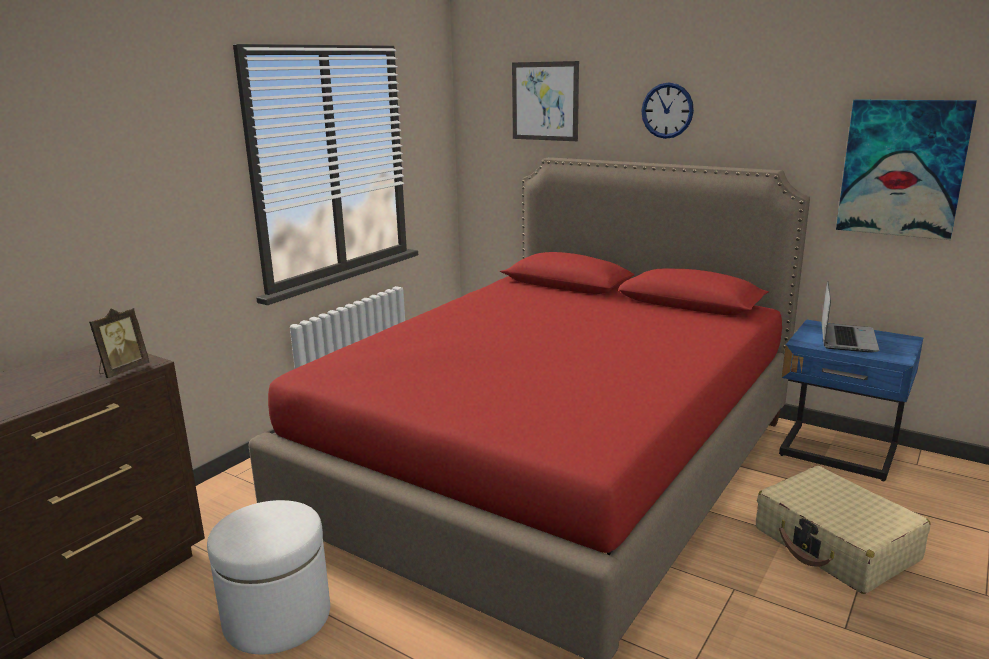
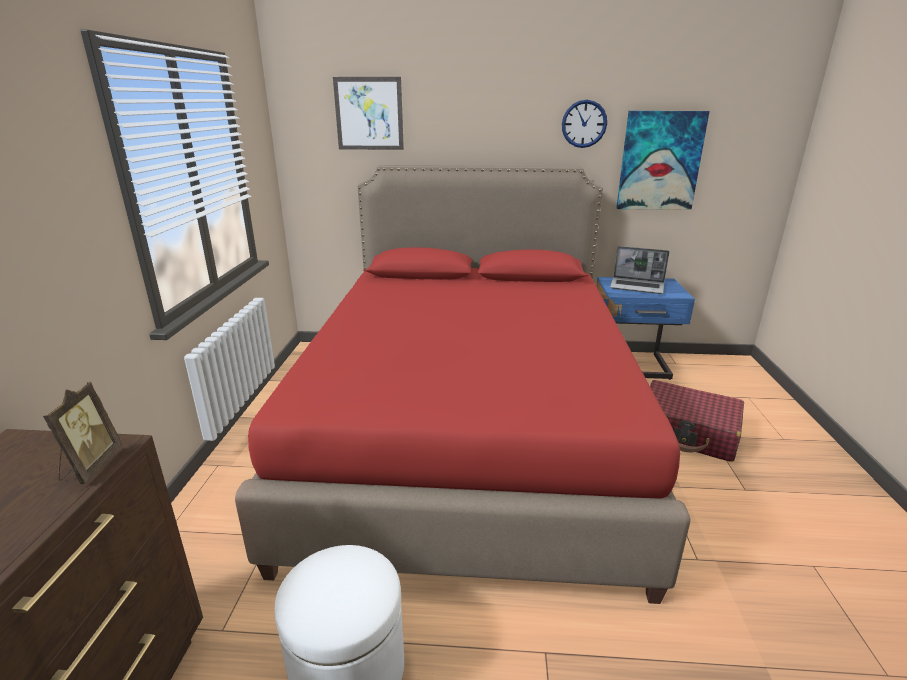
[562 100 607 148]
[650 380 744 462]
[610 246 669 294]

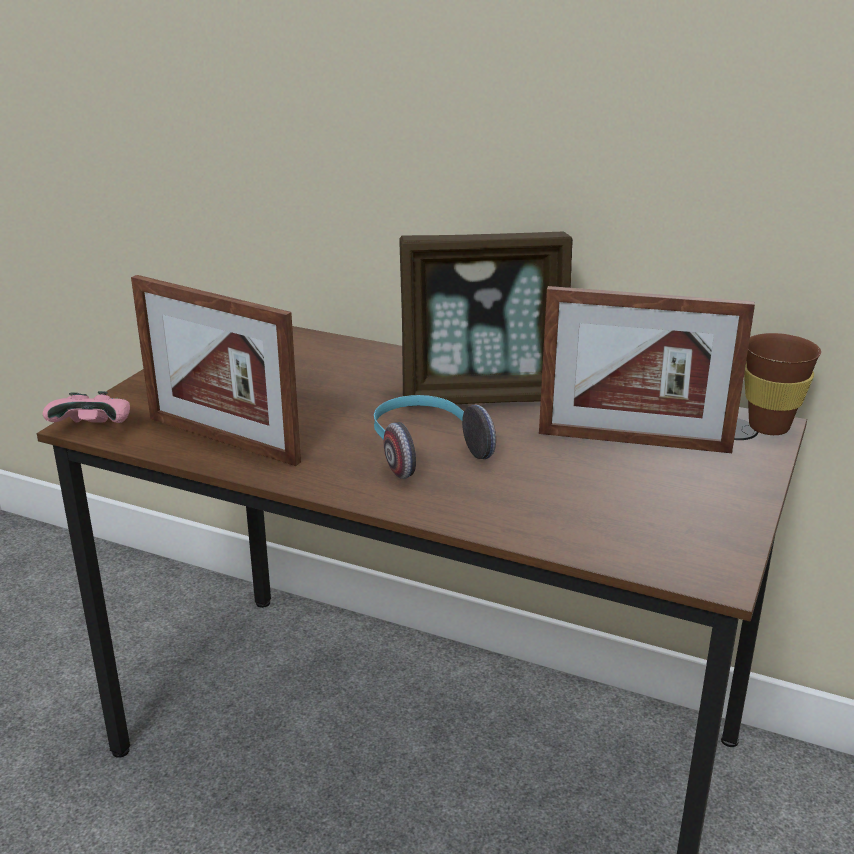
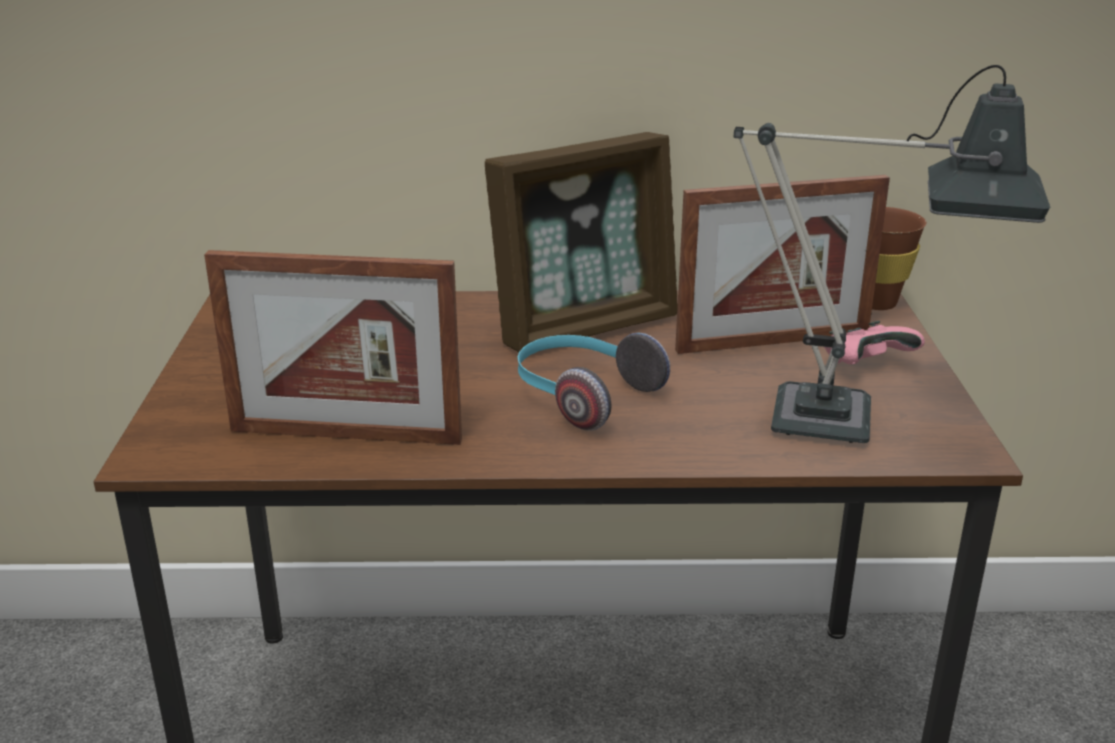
[734 65 1050 443]
[824 321 925 364]

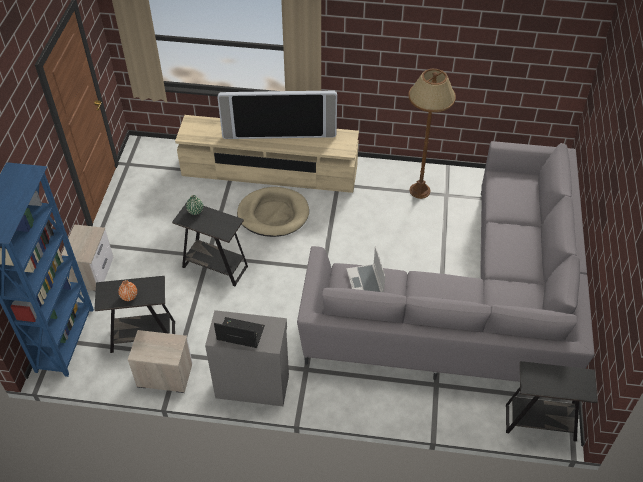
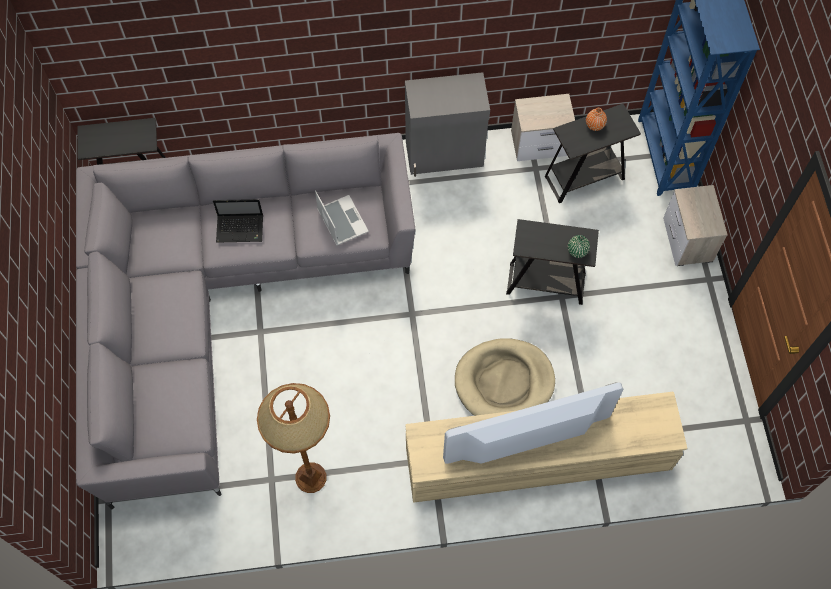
[213 199 263 243]

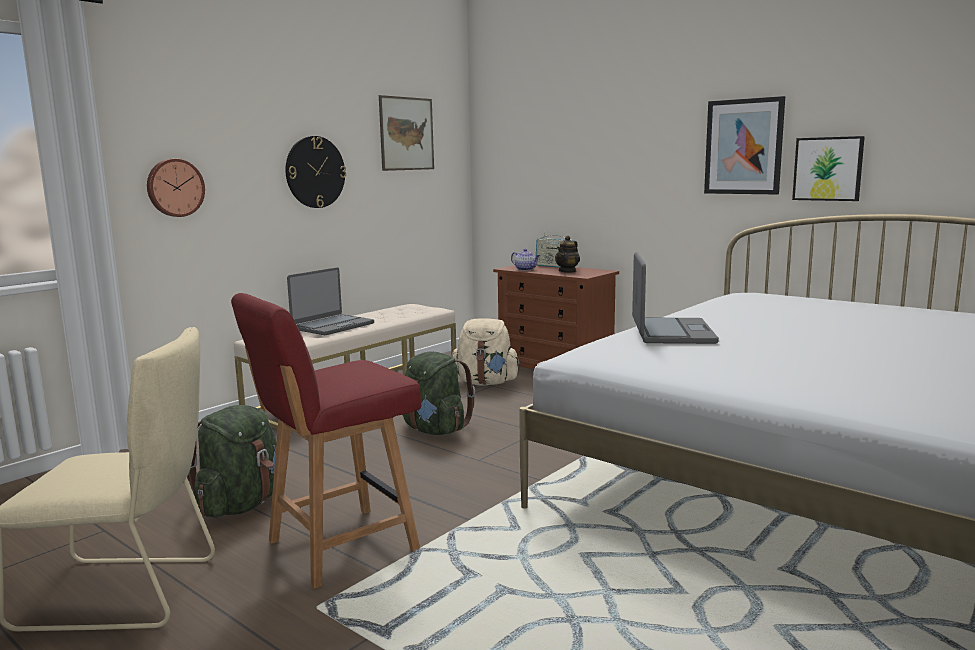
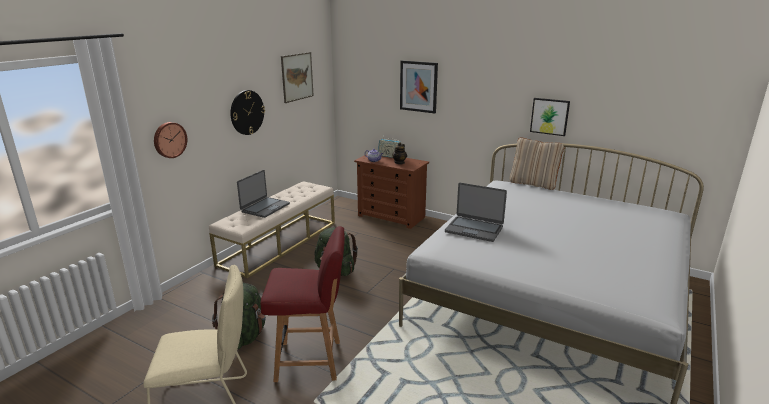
[452 318 521 386] (first image)
[510 137 564 190]
[400 60 438 113]
[261 226 345 382]
[445 183 507 242]

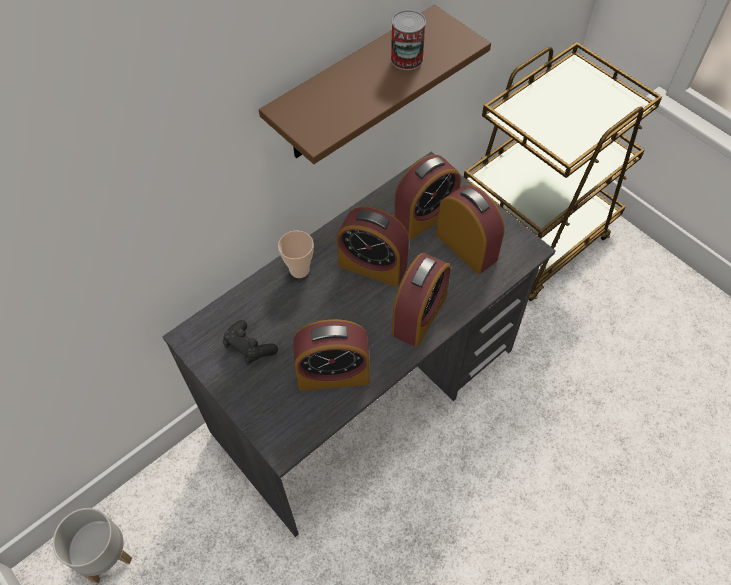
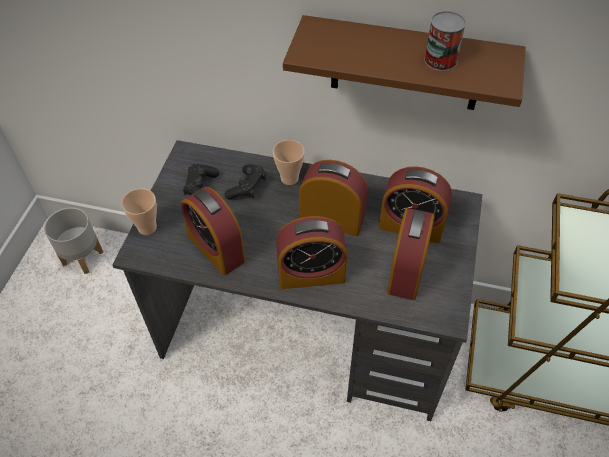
[121 189 157 235]
[225 165 266 200]
[299 160 367 236]

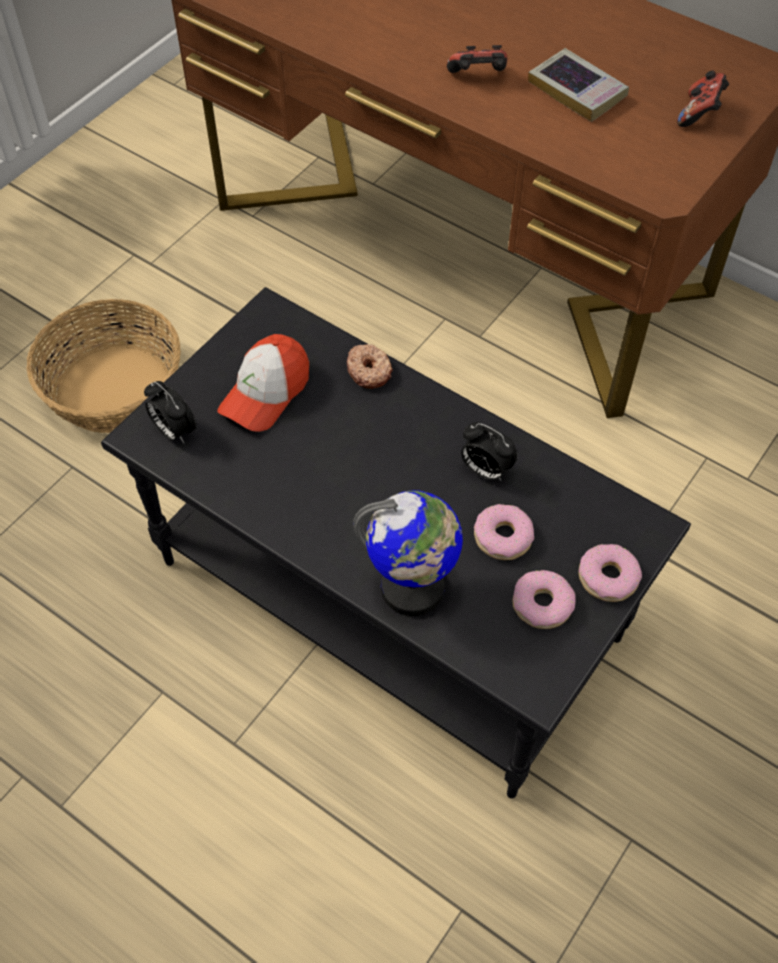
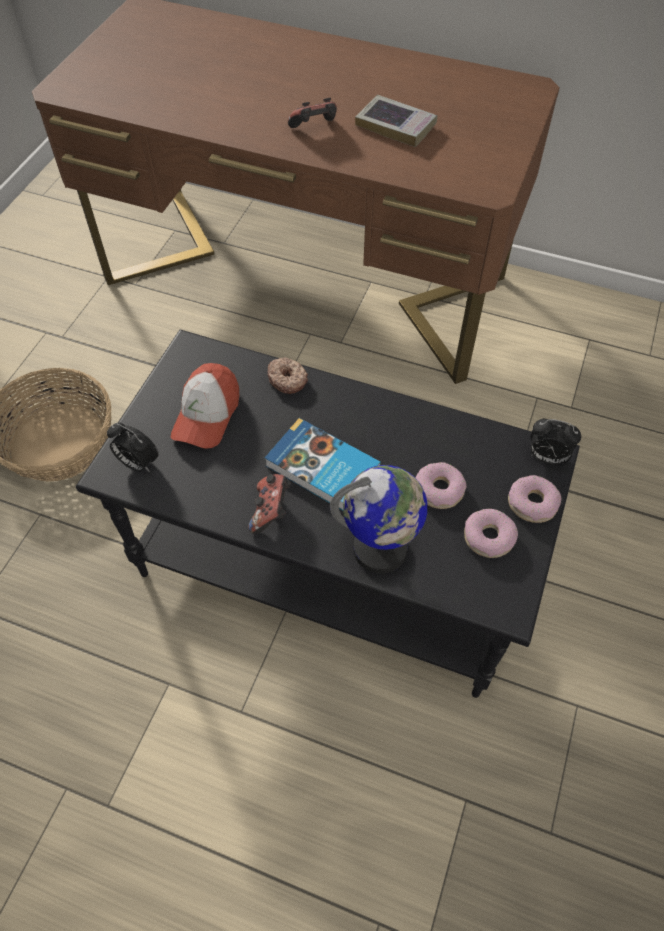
[265 418 381 510]
[531 419 581 465]
[248 474 291 533]

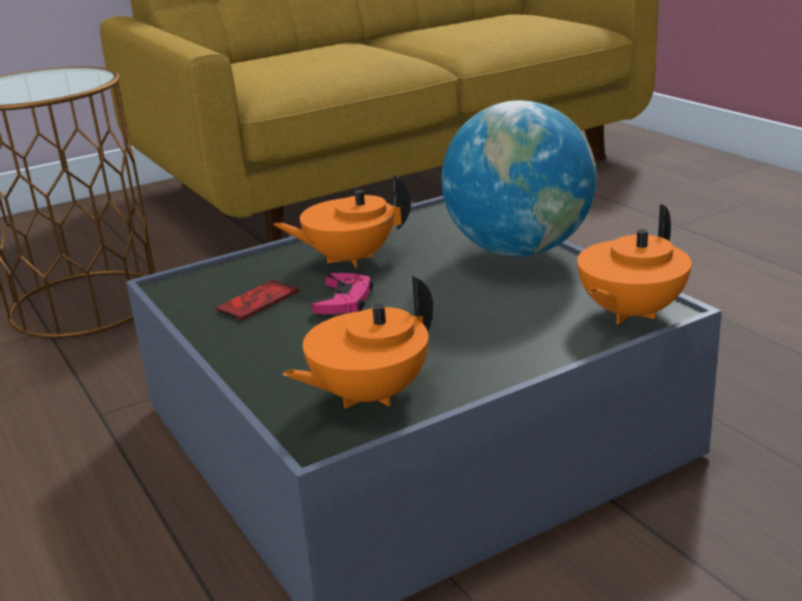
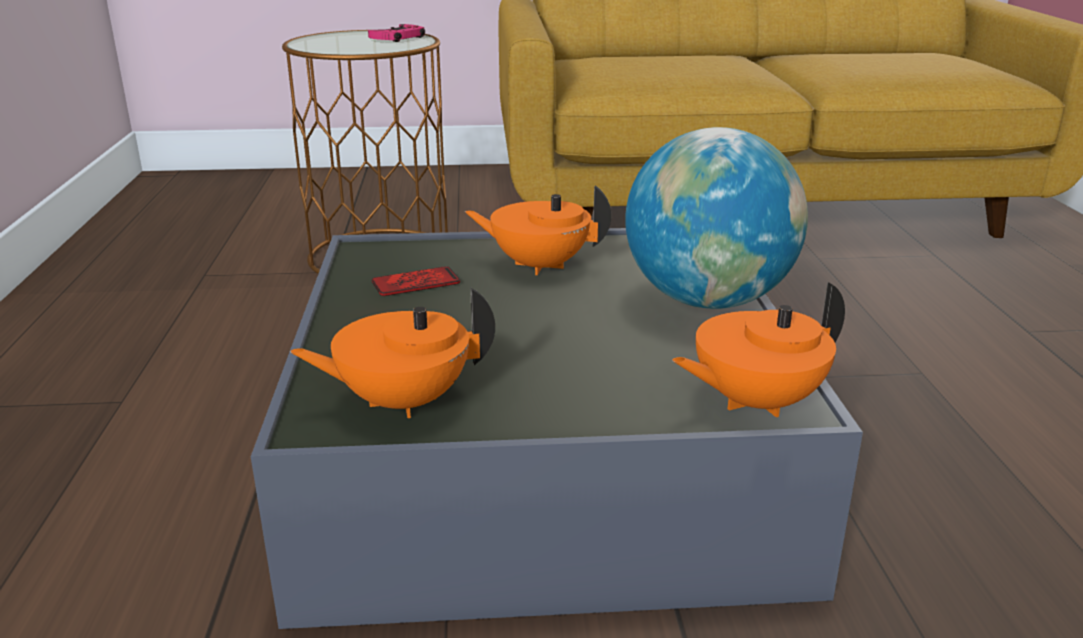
[368 24 425 42]

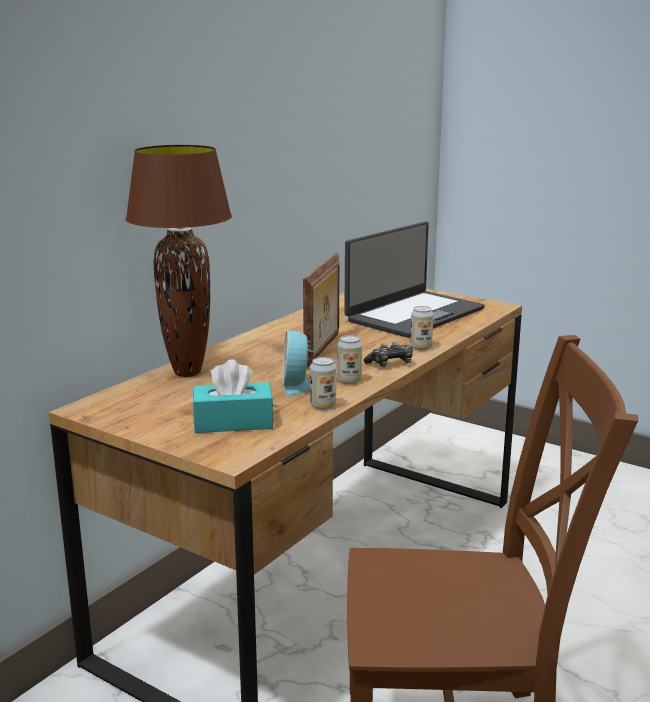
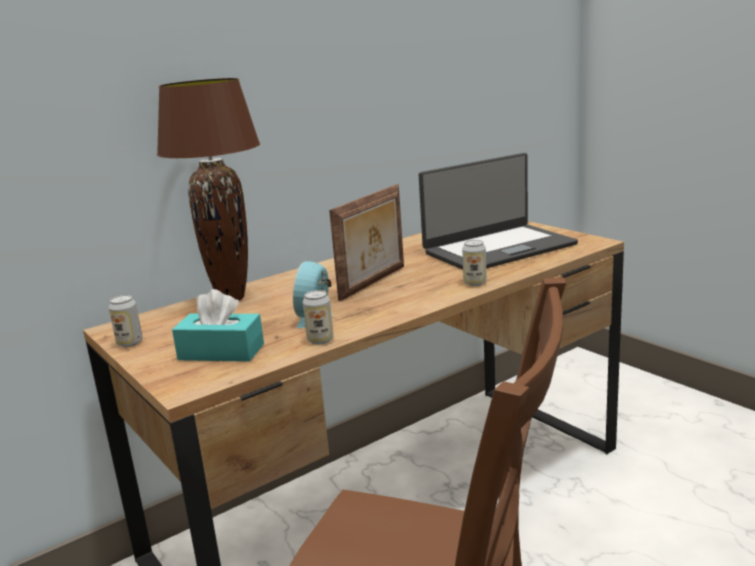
[363 342 413 367] (first image)
[109 295 143 347]

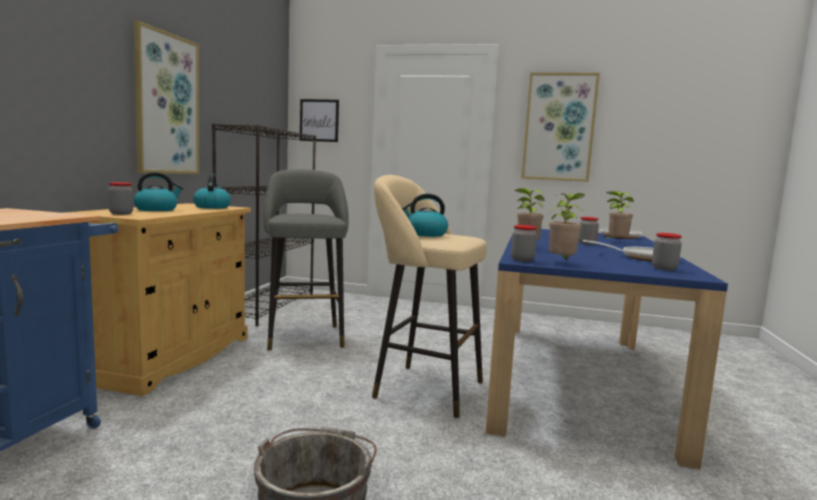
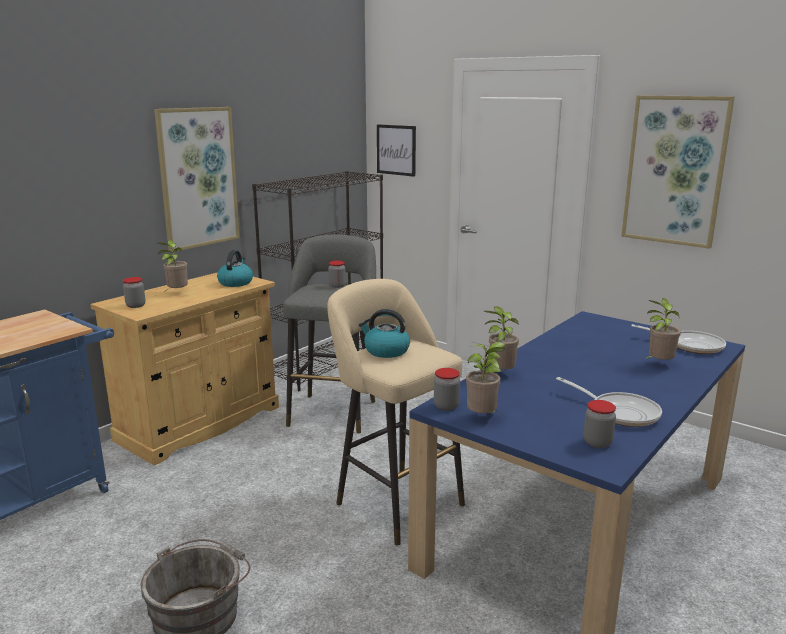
[328 261 346 288]
[157 240 188 290]

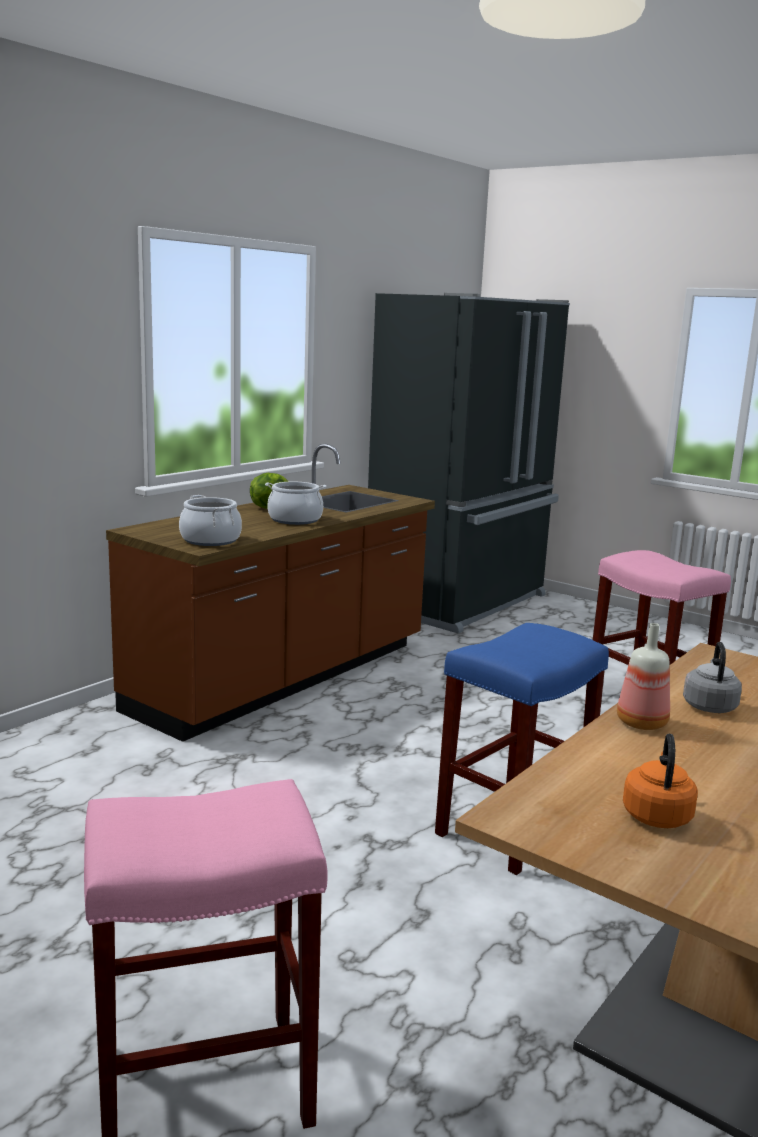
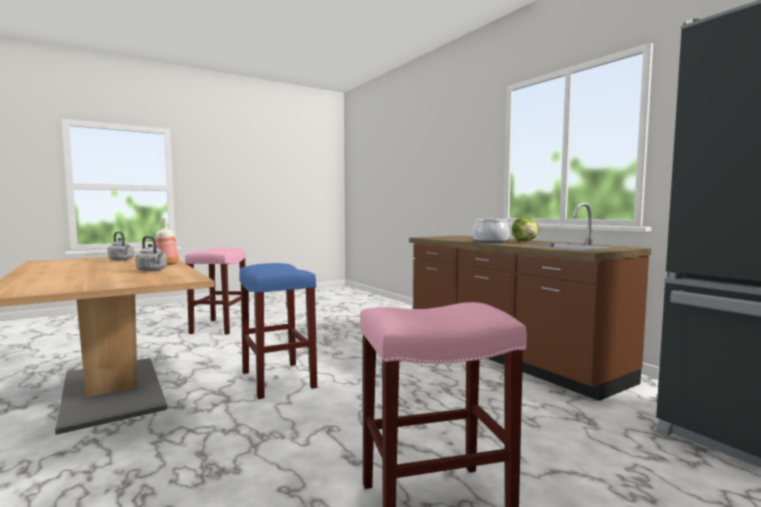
[179 495 242 546] (first image)
[107 231 134 261]

